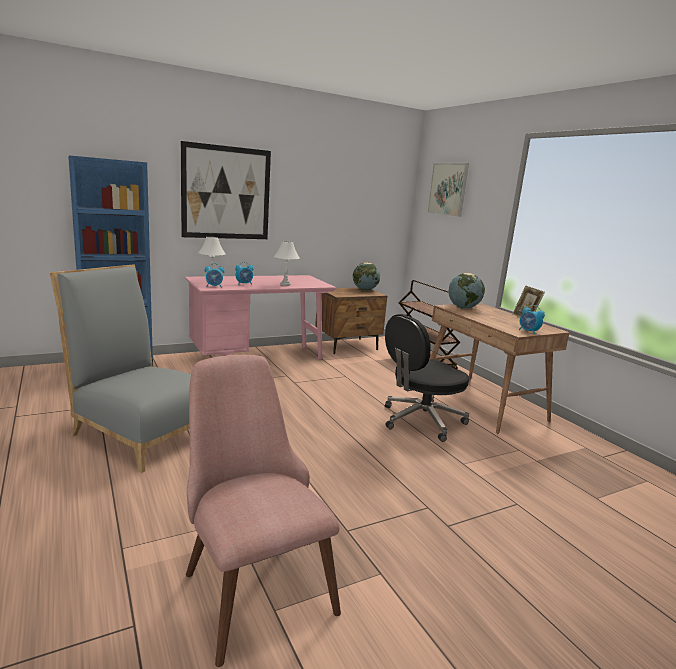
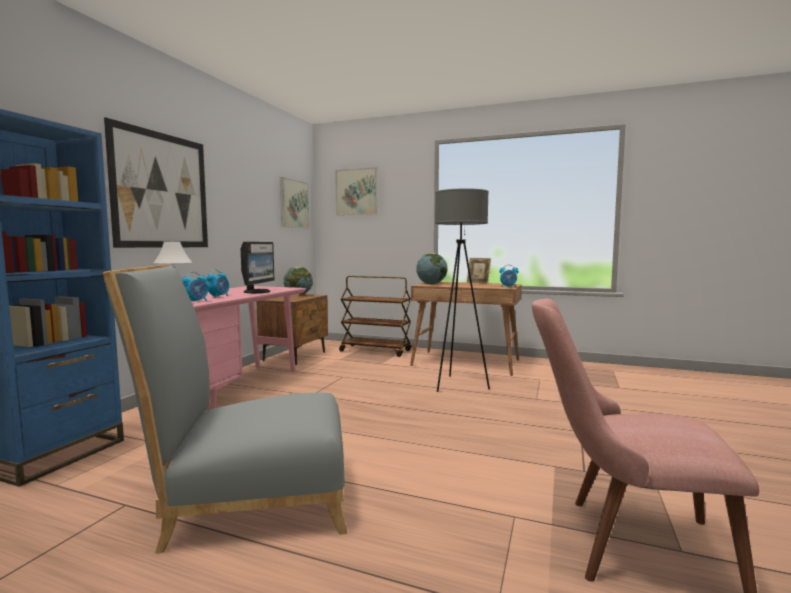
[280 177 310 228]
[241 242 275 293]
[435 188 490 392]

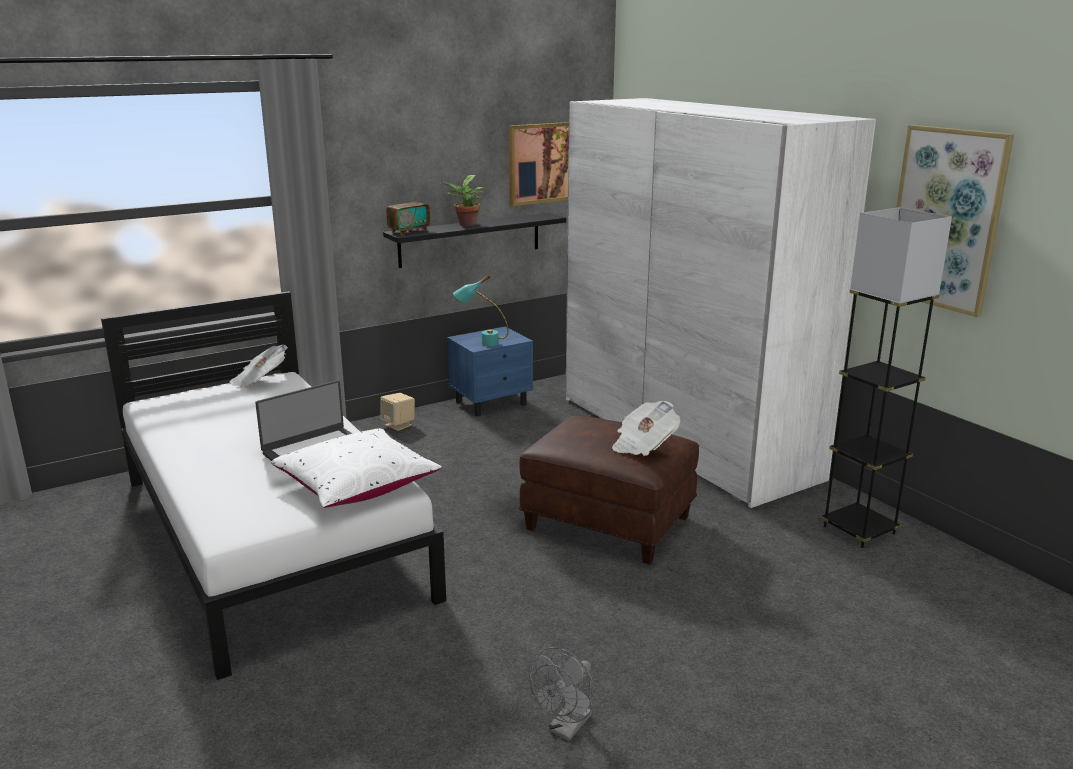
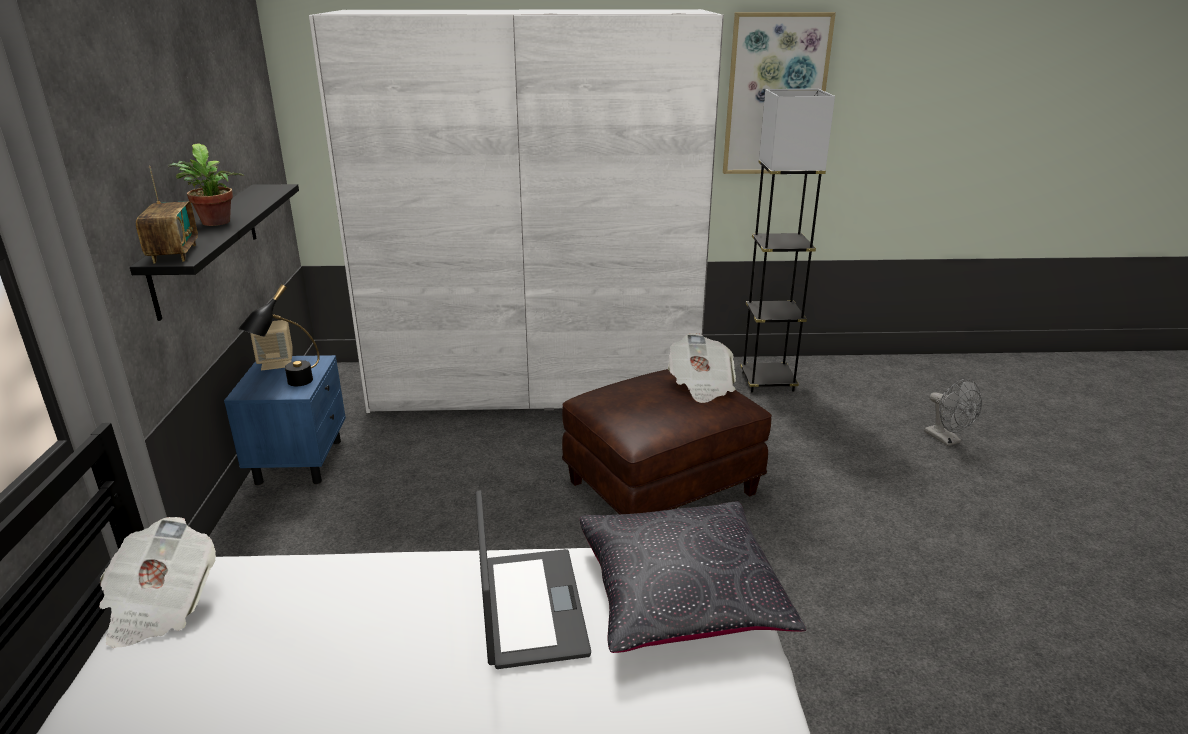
[509 122 569 206] (first image)
[250 320 293 370]
[924 379 982 446]
[580 502 806 653]
[238 284 320 386]

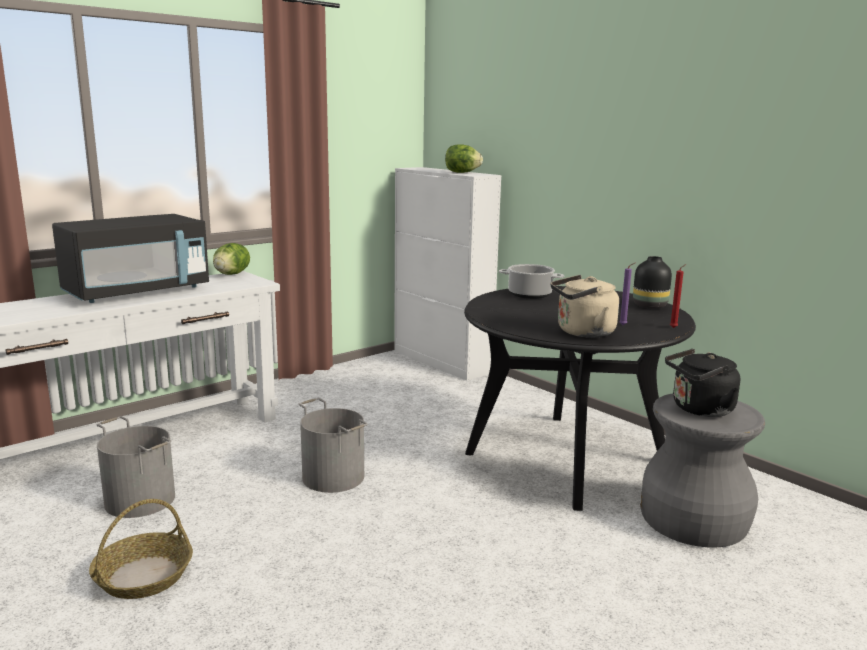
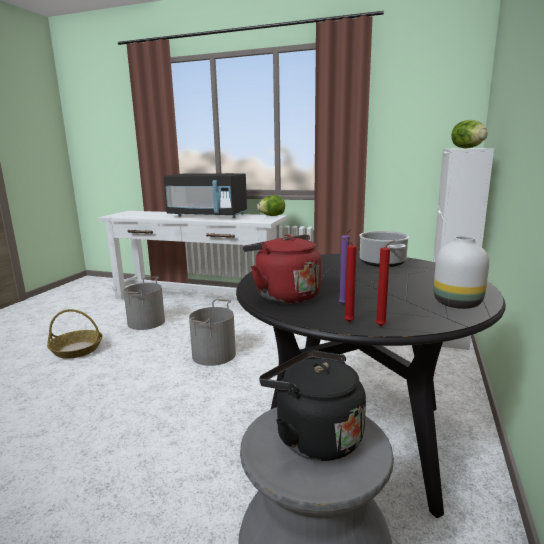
[342 237 357 322]
[243 234 321 304]
[434 236 489 309]

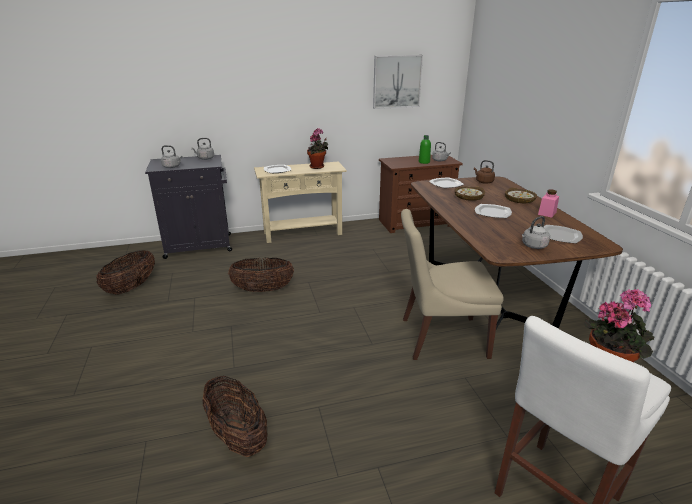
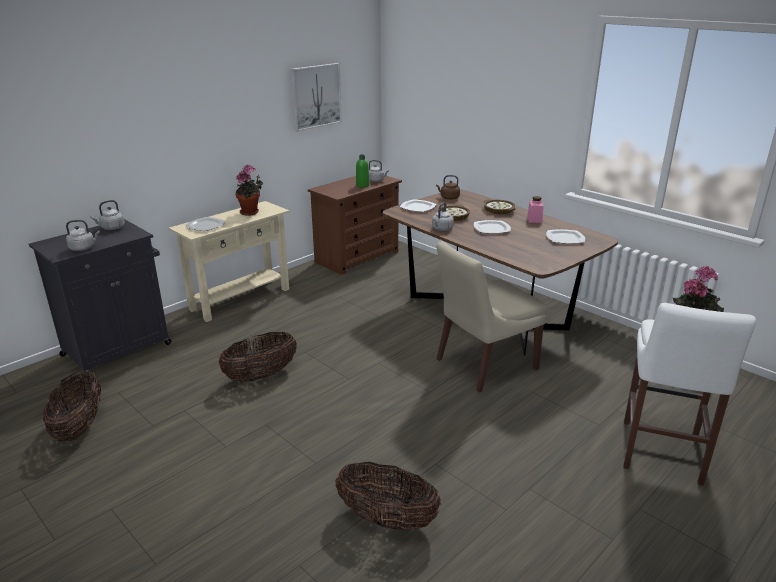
[432 202 454 231]

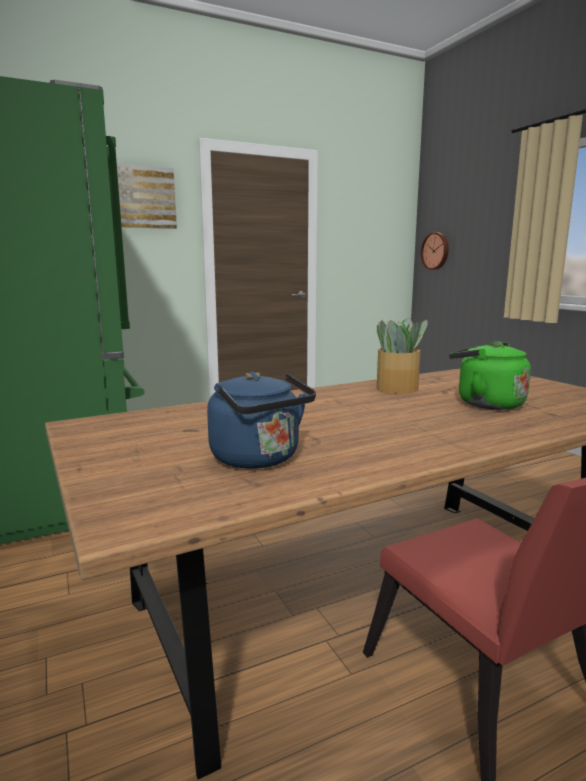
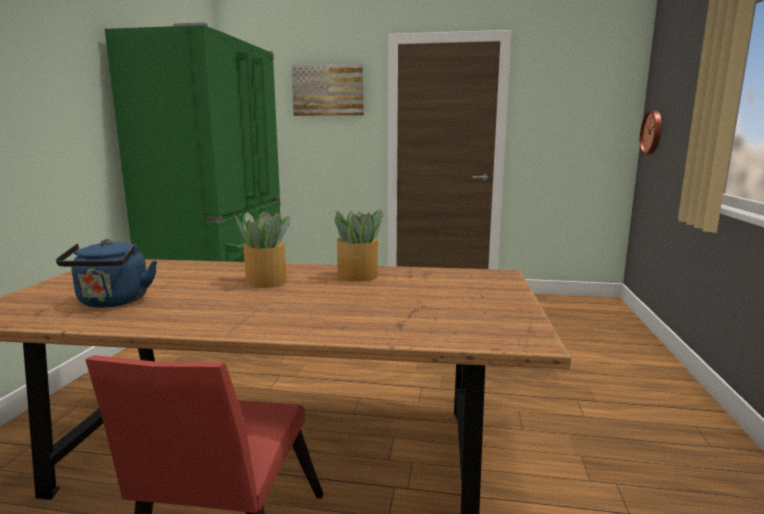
[449 341 531 410] (first image)
[235 211 291 288]

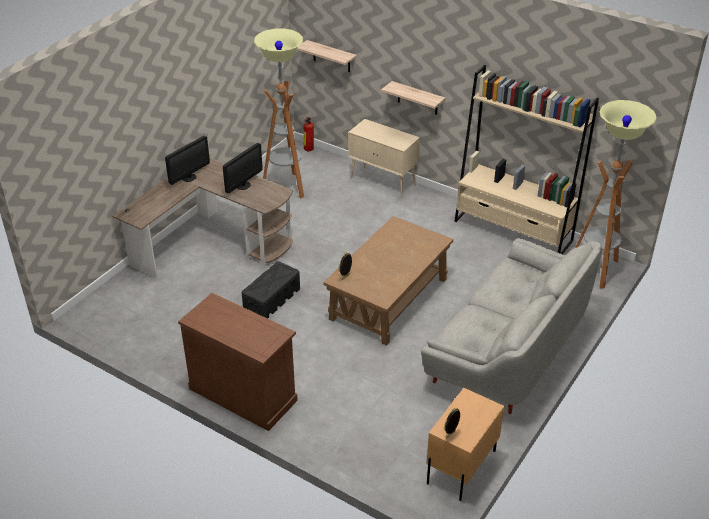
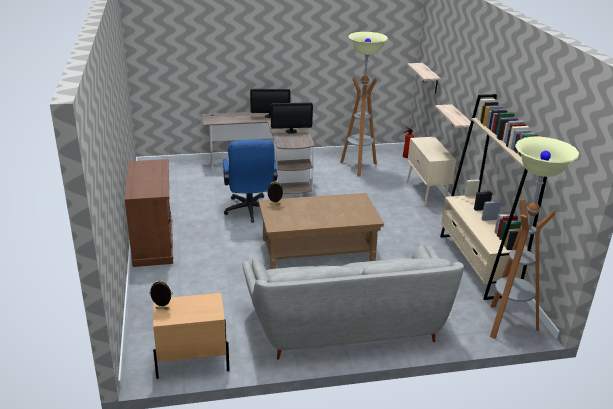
[223 139 278 223]

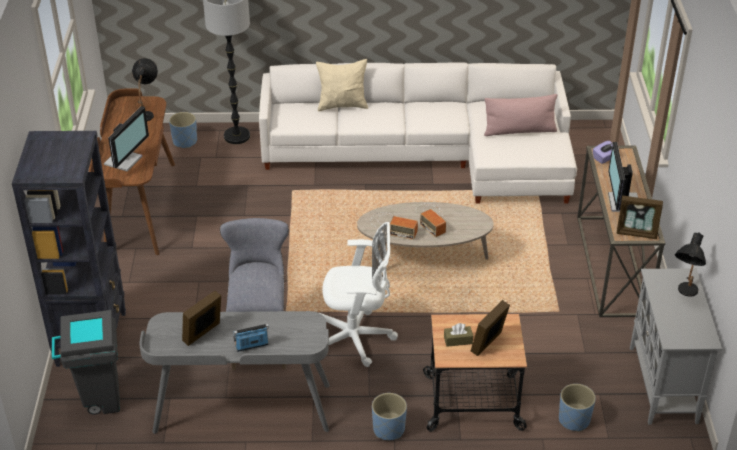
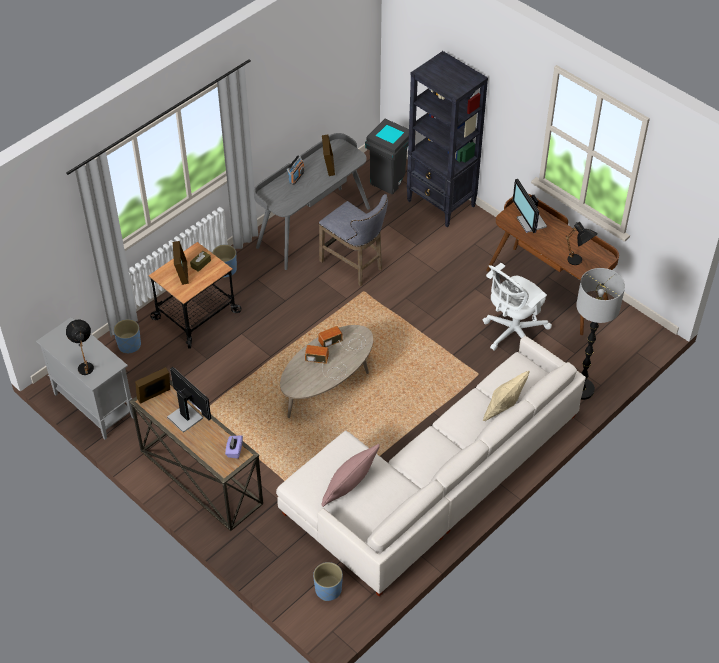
[313 562 343 601]
[483 263 552 351]

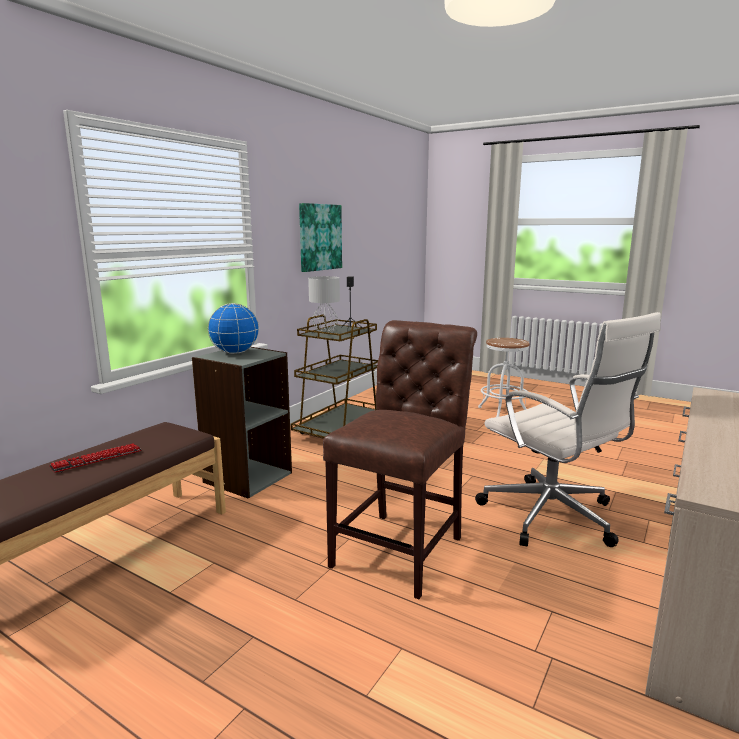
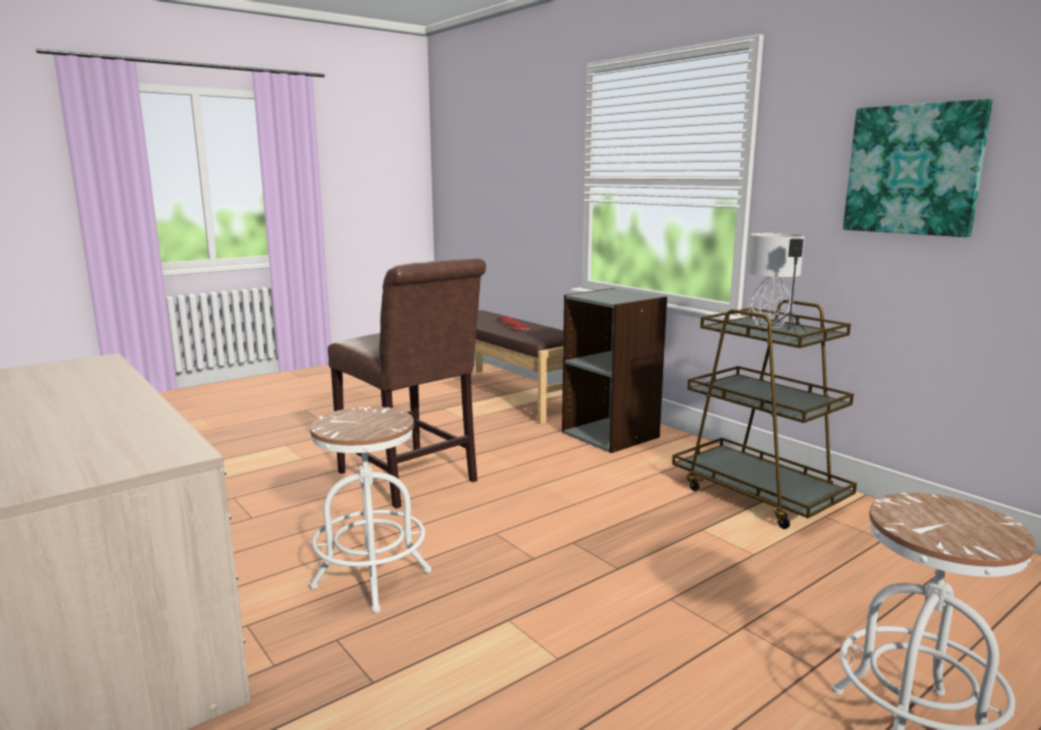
[208 303 260 354] (first image)
[310 407 432 613]

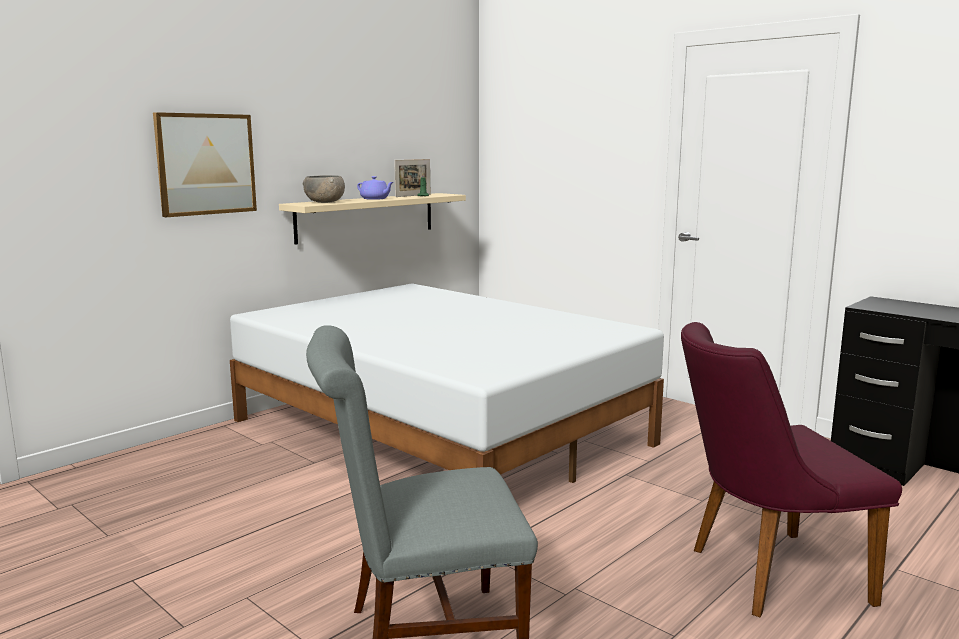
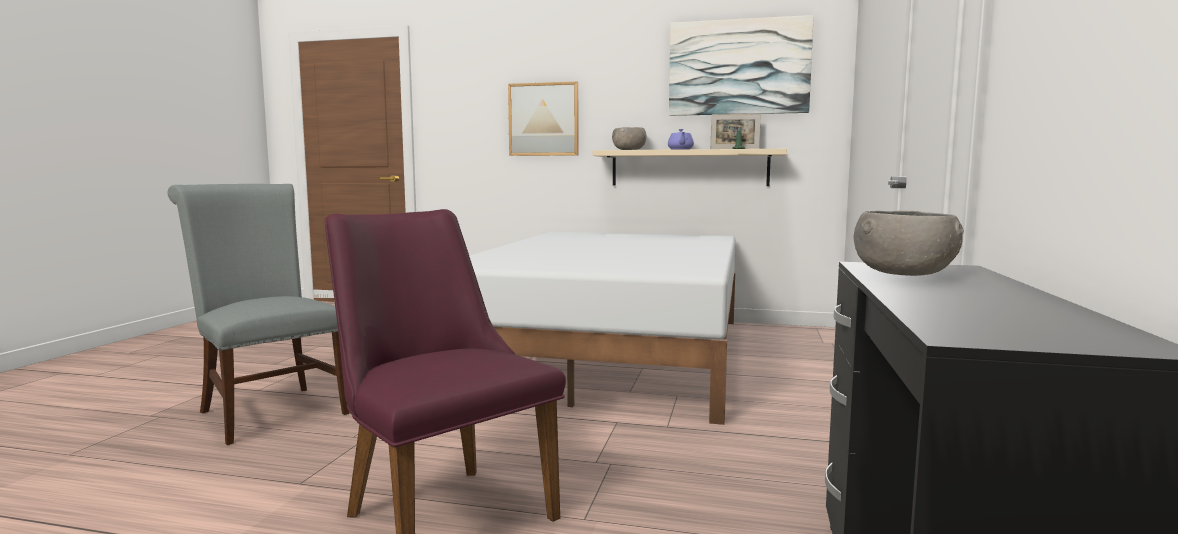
[669 15 814 116]
[853 211 964 276]

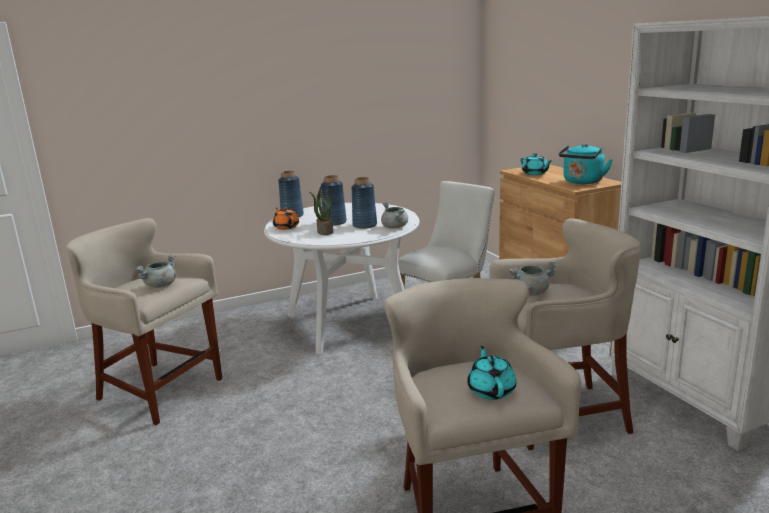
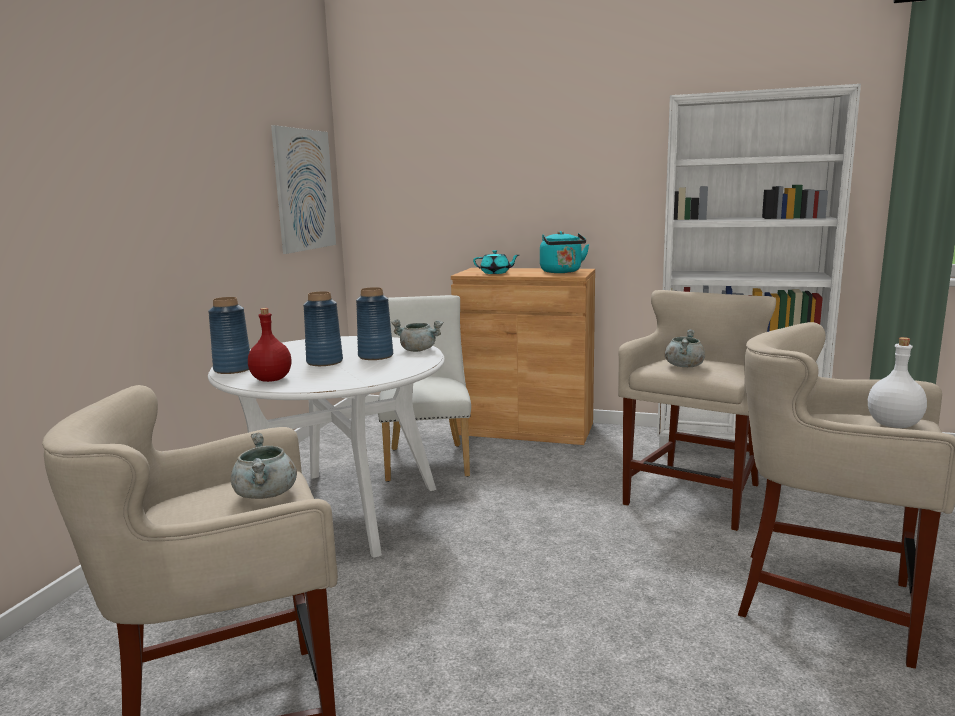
[309 187 333 235] (first image)
[271 125 336 254]
[248 308 292 382]
[868 337 927 428]

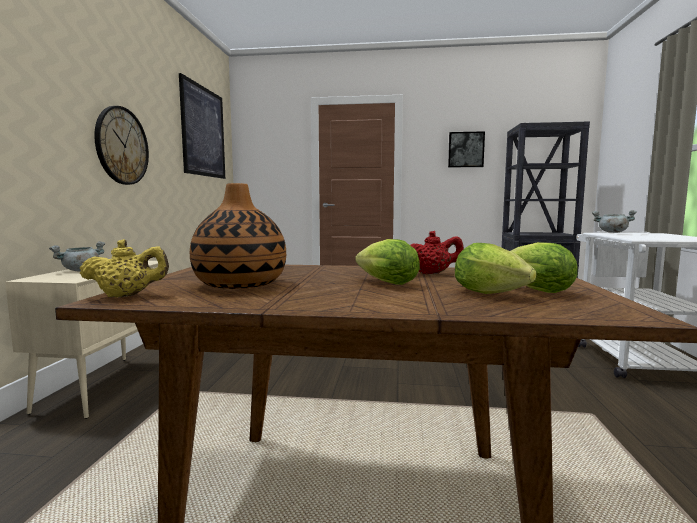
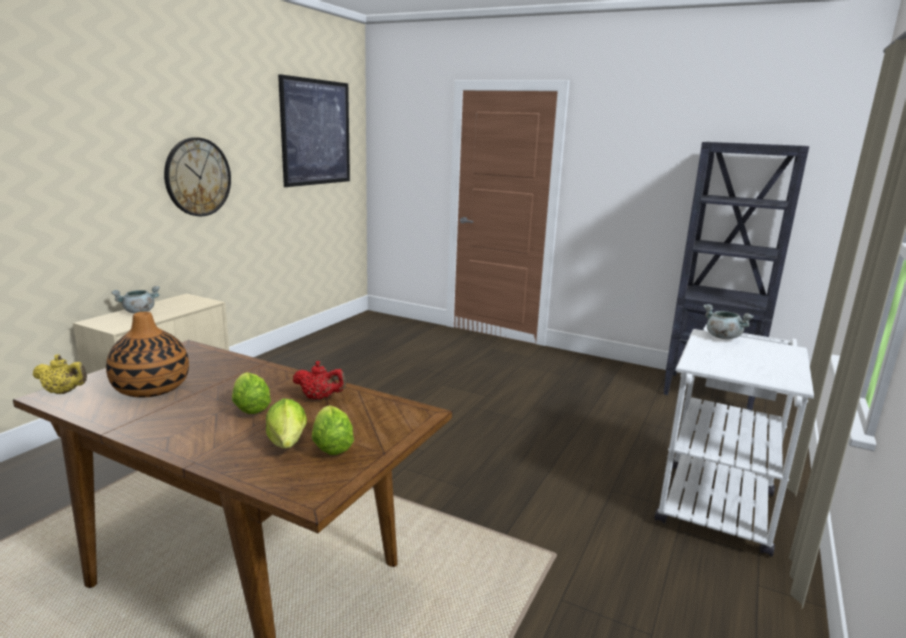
[448 131 485 168] (first image)

